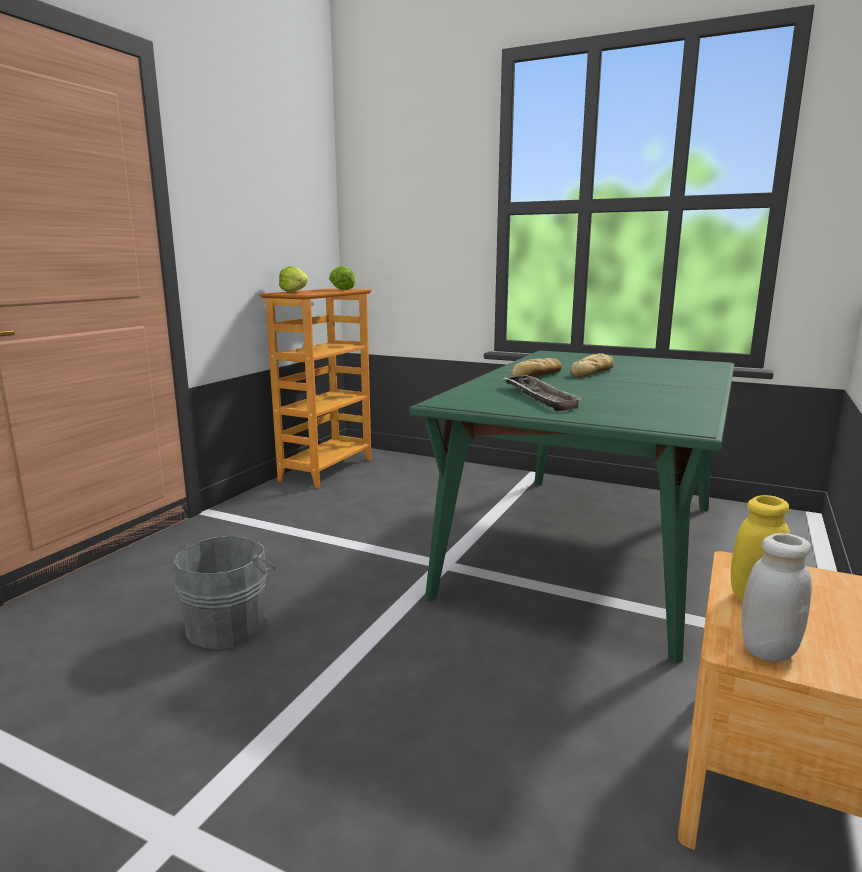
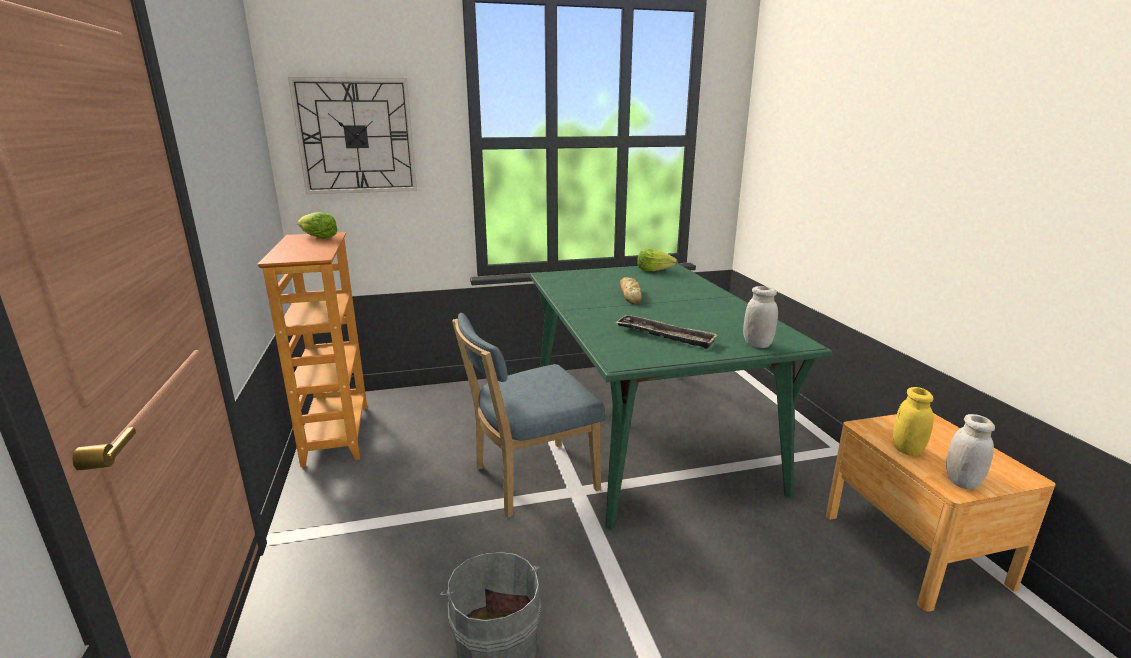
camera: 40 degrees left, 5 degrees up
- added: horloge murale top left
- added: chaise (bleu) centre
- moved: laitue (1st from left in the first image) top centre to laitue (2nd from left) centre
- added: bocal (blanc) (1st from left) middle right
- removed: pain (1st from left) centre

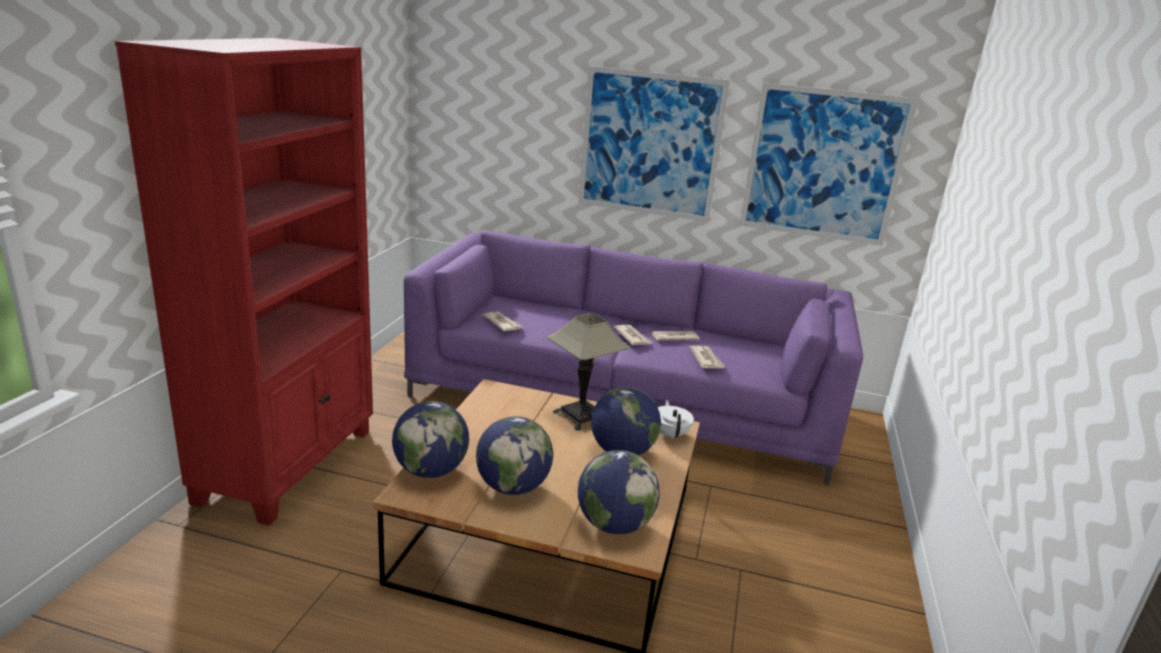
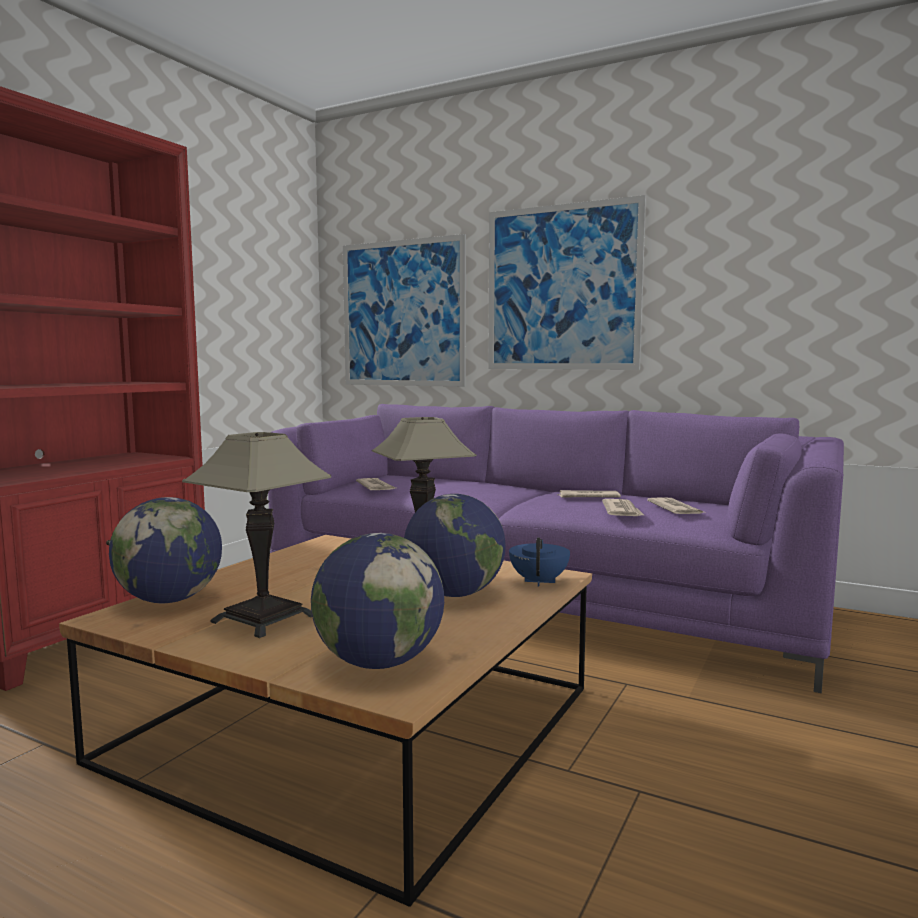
camera: 15 degrees right, 15 degrees down
- replaced: globe (2nd from left) bottom centre to lampe de table (1st from left) middle left
- moved: tableau (2nd from left in the first image) top right to tableau (1st from left) centre
- recoloured: théière (blanc) centre to théière (bleu) centre
- moved: journal (2nd from left in the first image) centre to journal (4th from left) middle right

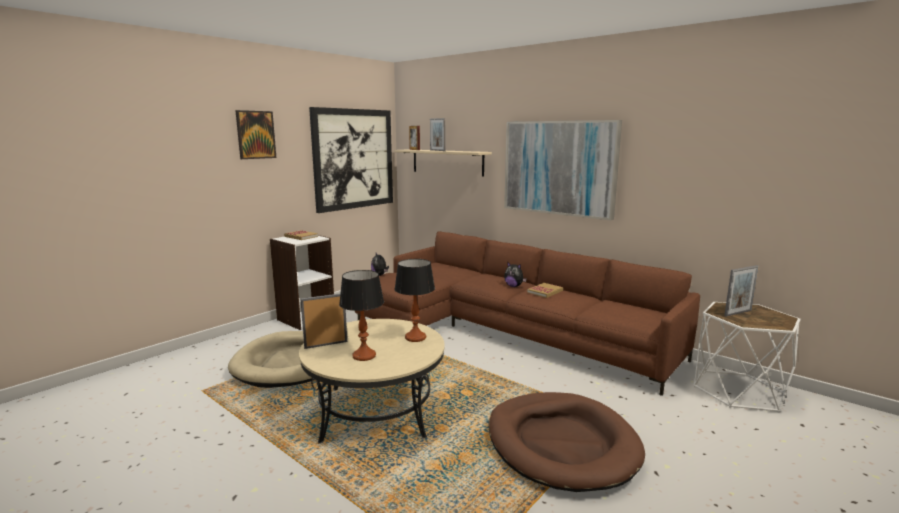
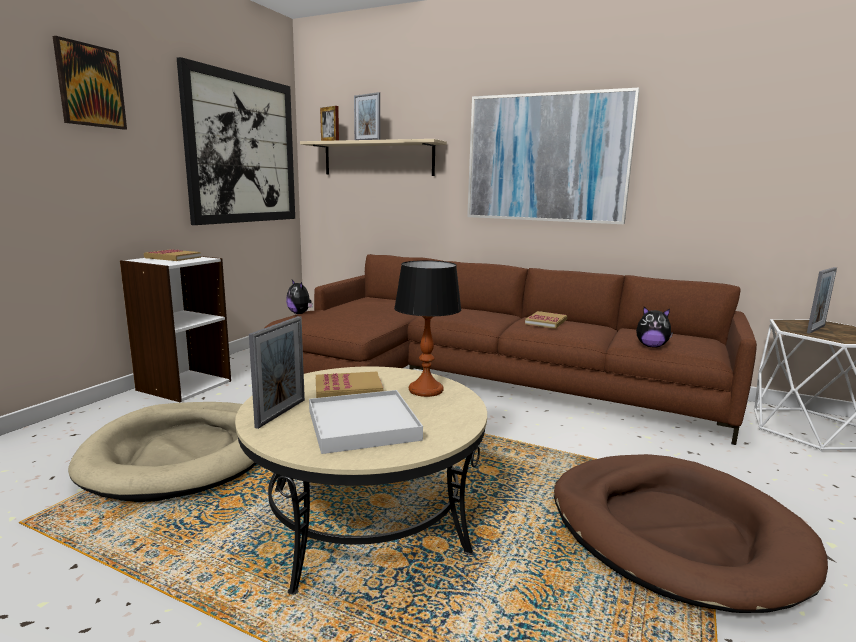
camera: 15 degrees left, 0 degrees up
- turned: cadre photo (1st from left) centre = middle left 150 degrees clockwise
- replaced: lampe de table (1st from left) centre to plateau (blanc) centre
- added: livre (2nd from left) centre
- moved: peluche (2nd from left) centre to middle right

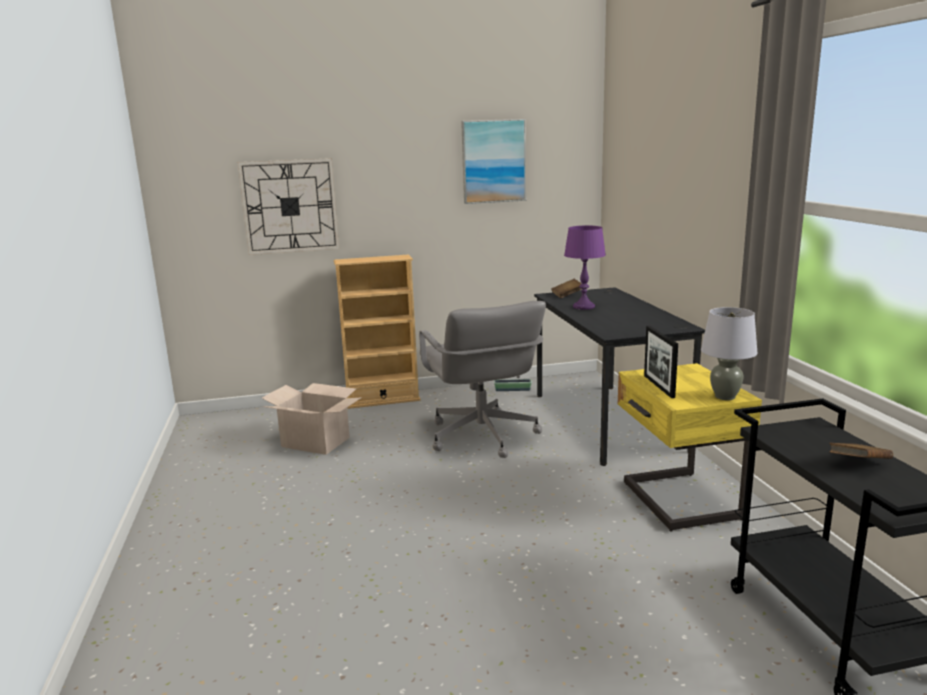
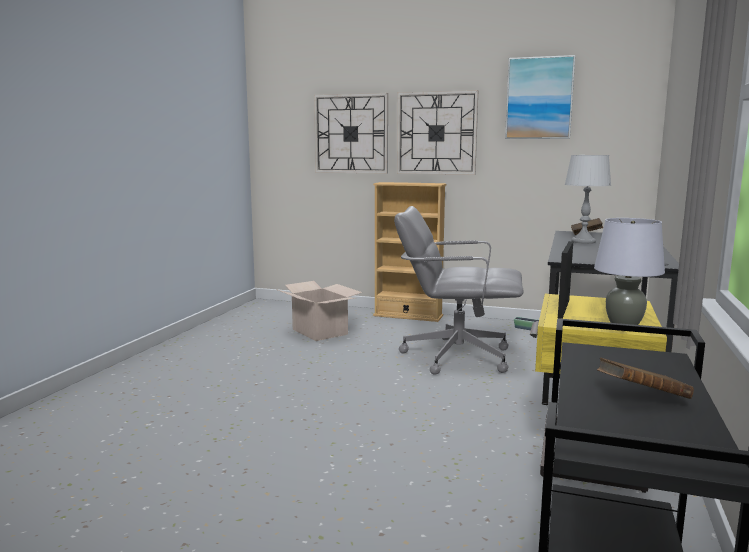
camera: 30 degrees right, 5 degrees down
- turned: chaise de bureau (gris) centre = centre 90 degrees clockwise
- added: horloge murale (2nd from left) top centre
- recoloured: lampe de table (violet) centre to lampe de table (gris) (1st from left) middle right

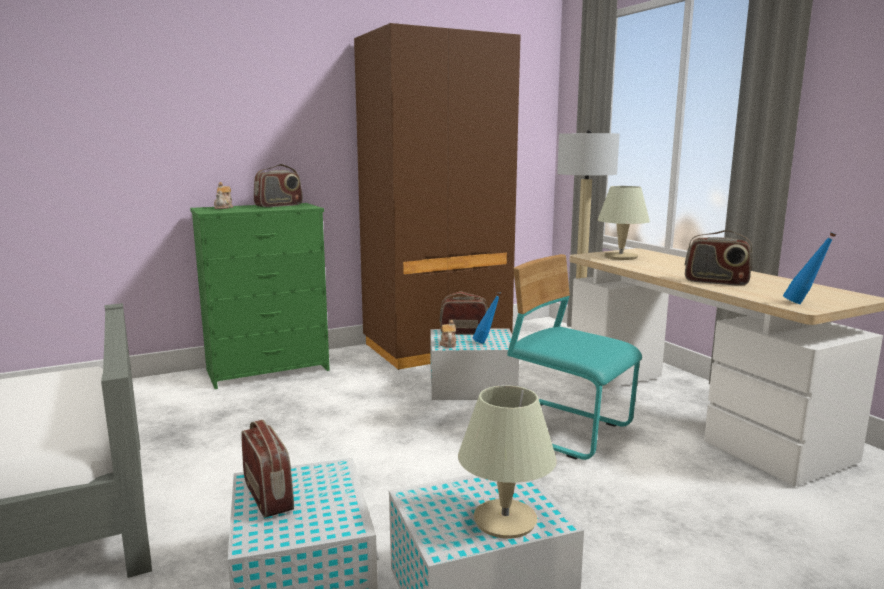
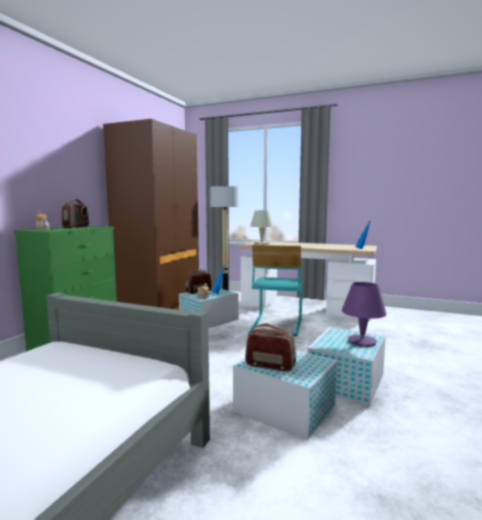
camera: 40 degrees left, 5 degrees down
- turned: chaise (turquoise) centre = centre 75 degrees counterclockwise
- recoloured: lampe de table (beige) (1st from left) bottom centre to lampe de table (violet) middle right
- removed: radio (4th from left) middle right

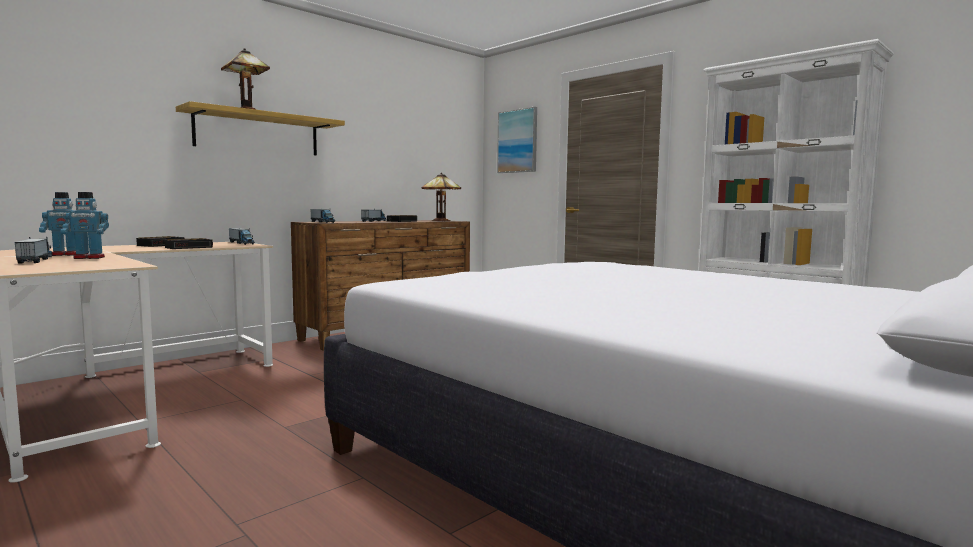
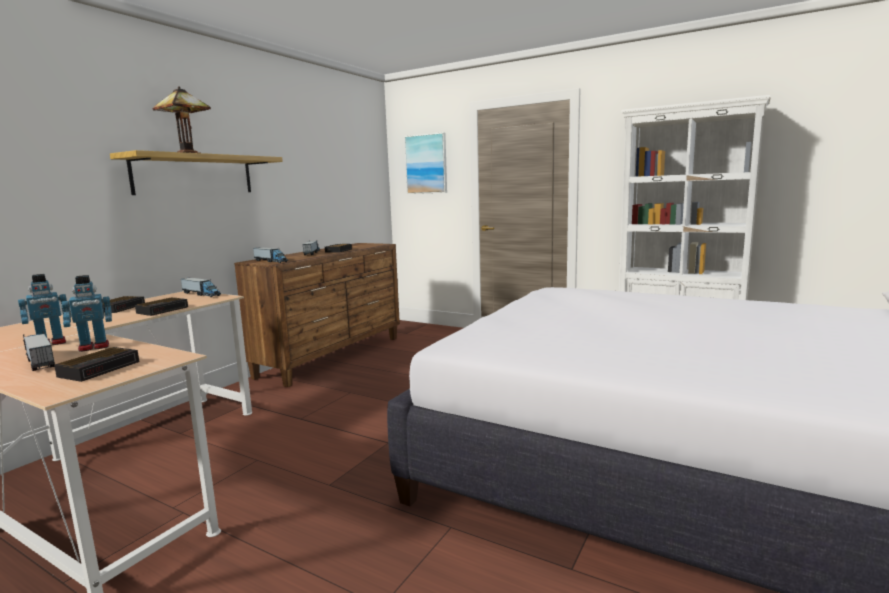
camera: 15 degrees left, 5 degrees up
- added: réveil (1st from left) middle left
- removed: lampe de table (2nd from left) centre

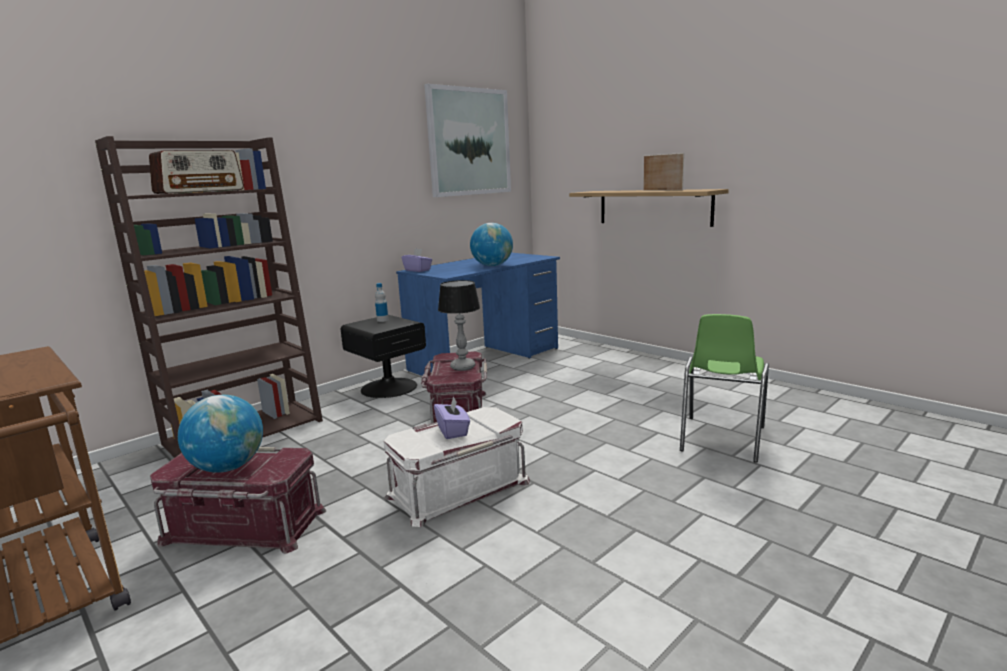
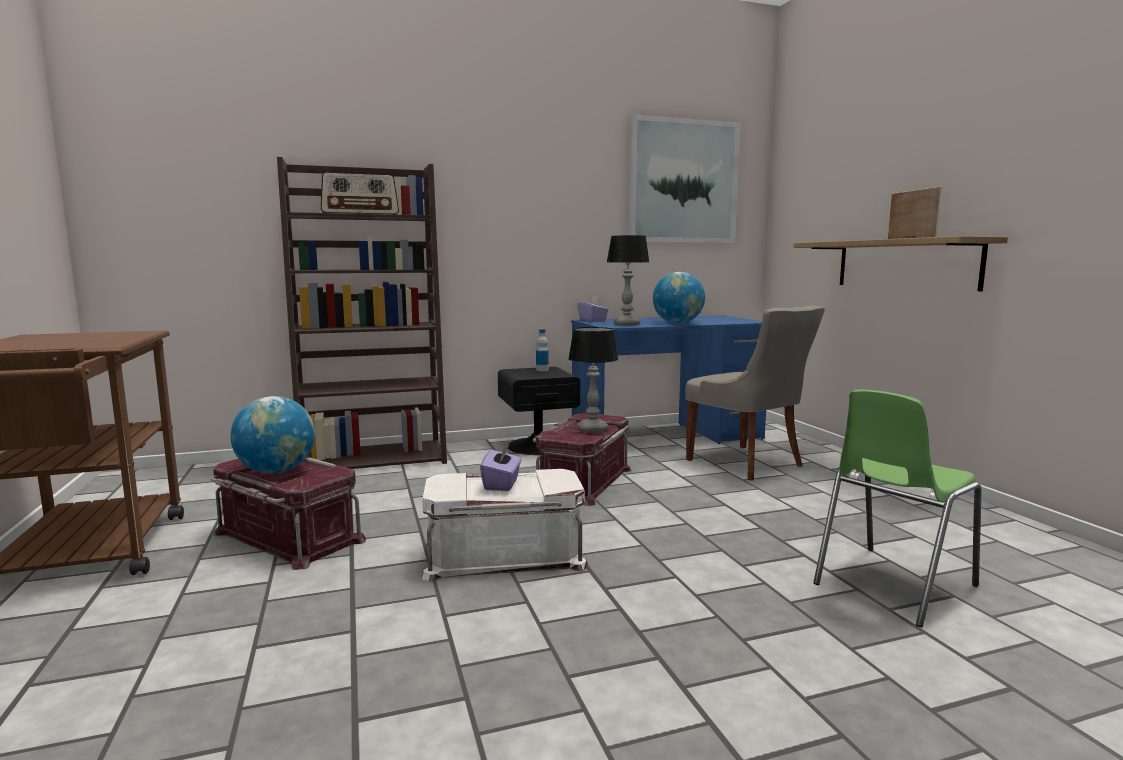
camera: 25 degrees right, 5 degrees down
- added: lampe de table (2nd from left) centre
- added: chaise (gris) middle right

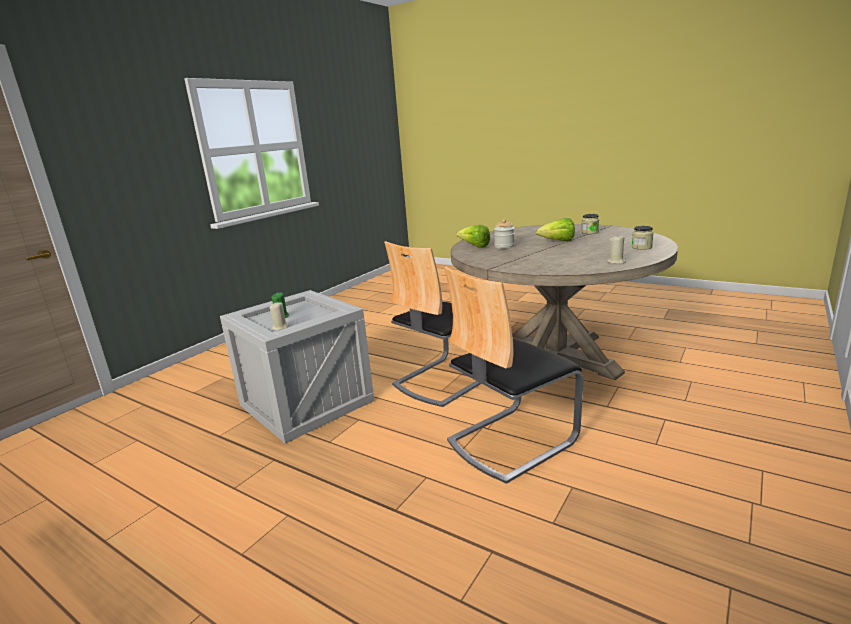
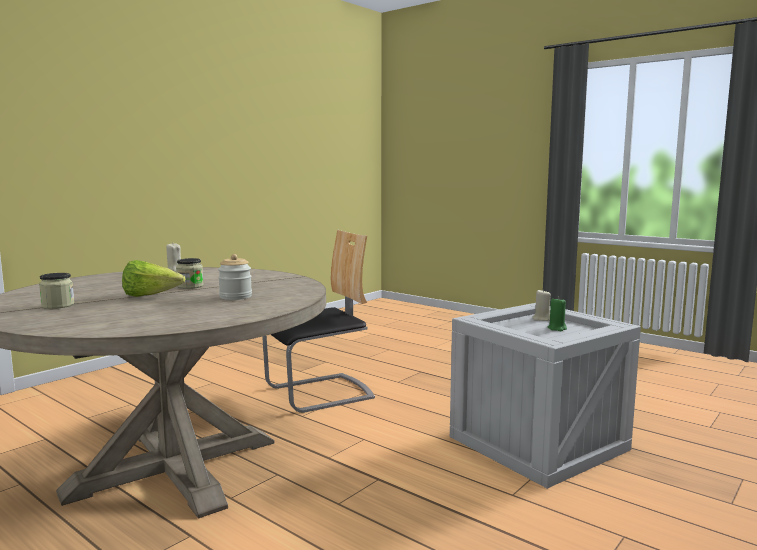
camera: 175 degrees left, 10 degrees down
- moved: bocal (3rd from left in the first image) middle right to bocal (2nd from left) middle left
- removed: chaise (1st from left) centre
- removed: laitue (1st from left) centre

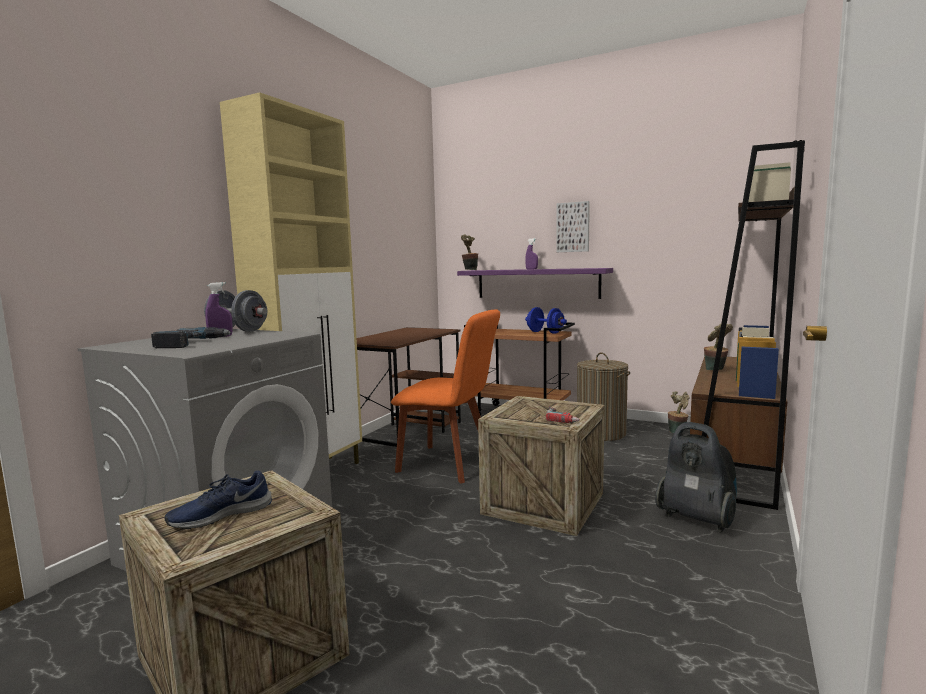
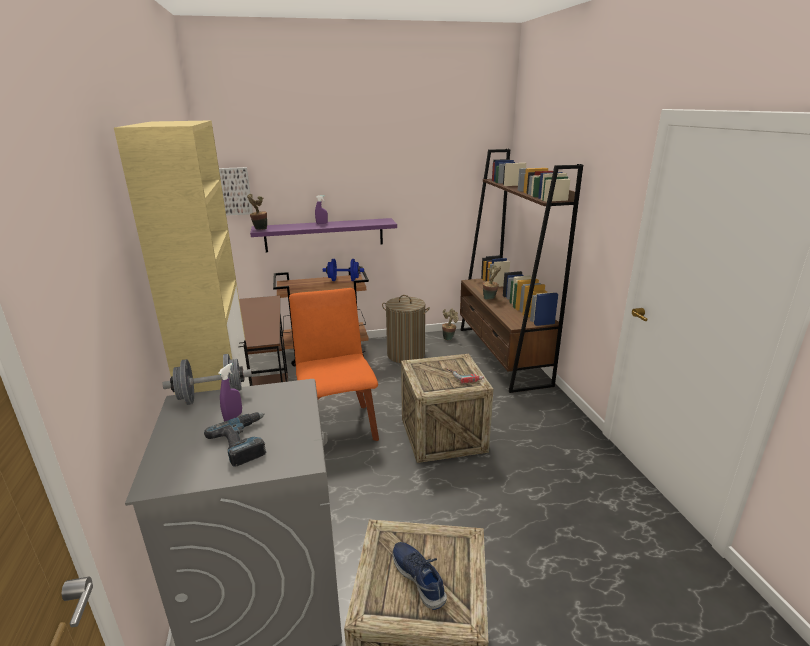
camera: 40 degrees left, 15 degrees up
- moved: tableau top centre to top left
- turned: chaise (orange) centre = centre 90 degrees counterclockwise
- turned: chaussure (bleu) bottom left = bottom centre 135 degrees clockwise
- removed: aspirateur bottom right

